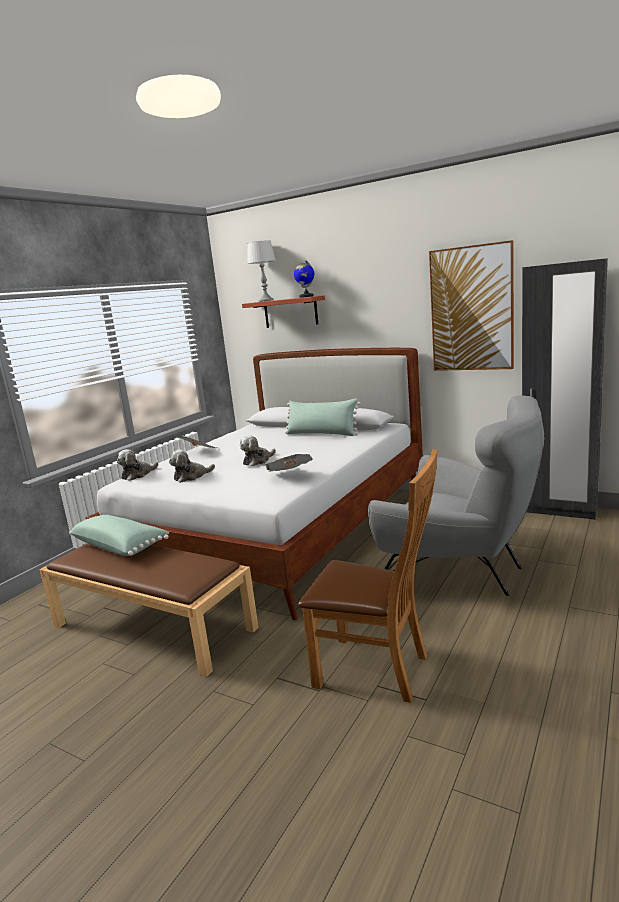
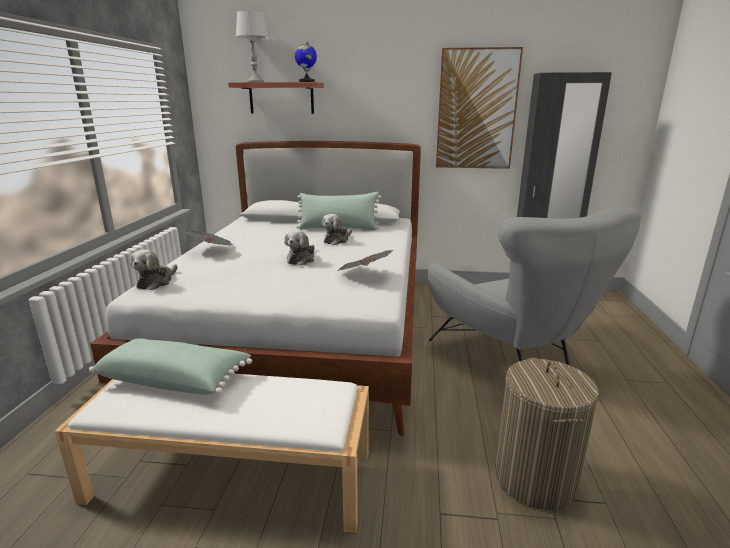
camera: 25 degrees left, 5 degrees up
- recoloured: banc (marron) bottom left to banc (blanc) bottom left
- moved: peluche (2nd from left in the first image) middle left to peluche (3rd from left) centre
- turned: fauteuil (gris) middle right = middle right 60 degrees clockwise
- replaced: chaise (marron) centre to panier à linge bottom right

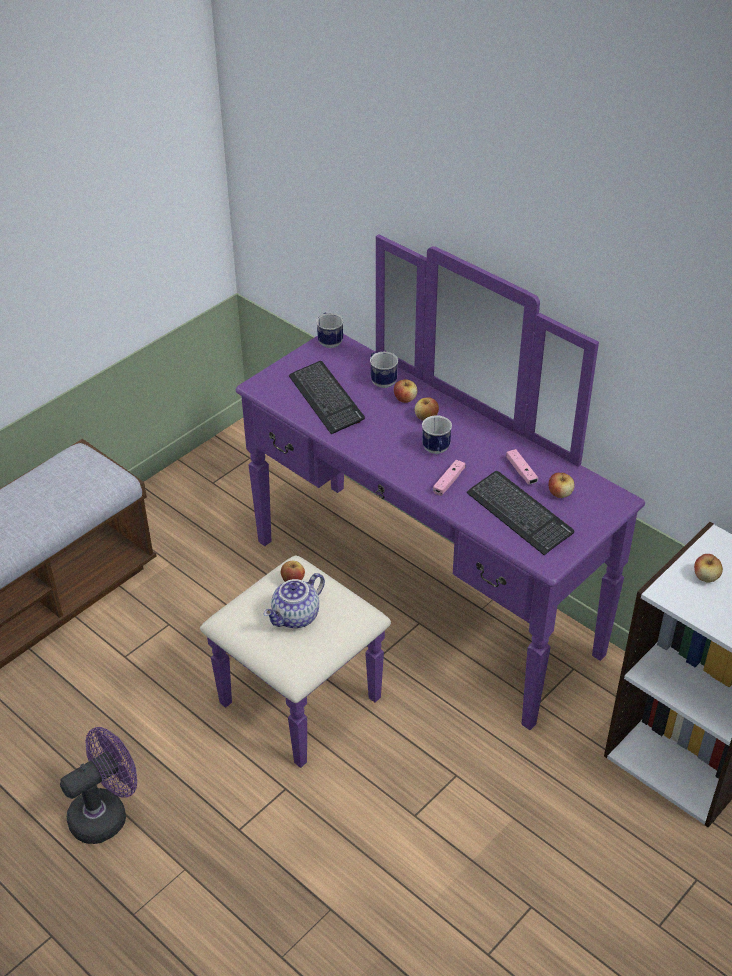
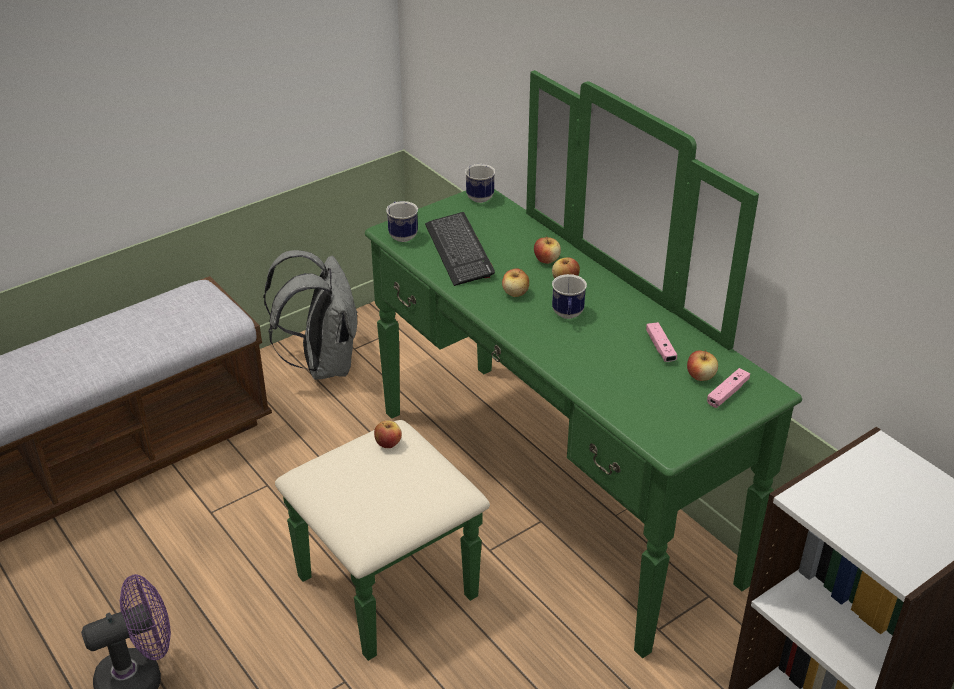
camera: 10 degrees right, 5 degrees down
- added: sac à dos (gris) middle left
- recoloured: commode (violet) centre to commode (vert) centre
- moved: mug (2nd from left in the first image) centre to mug (1st from left) top centre
- moved: pomme (5th from left in the first image) middle right to pomme (2nd from left) centre
- moved: manette (rose) (1st from left in the first image) centre to manette (rose) (2nd from left) middle right
- removed: théière centre
- removed: clavier (2nd from left) middle right

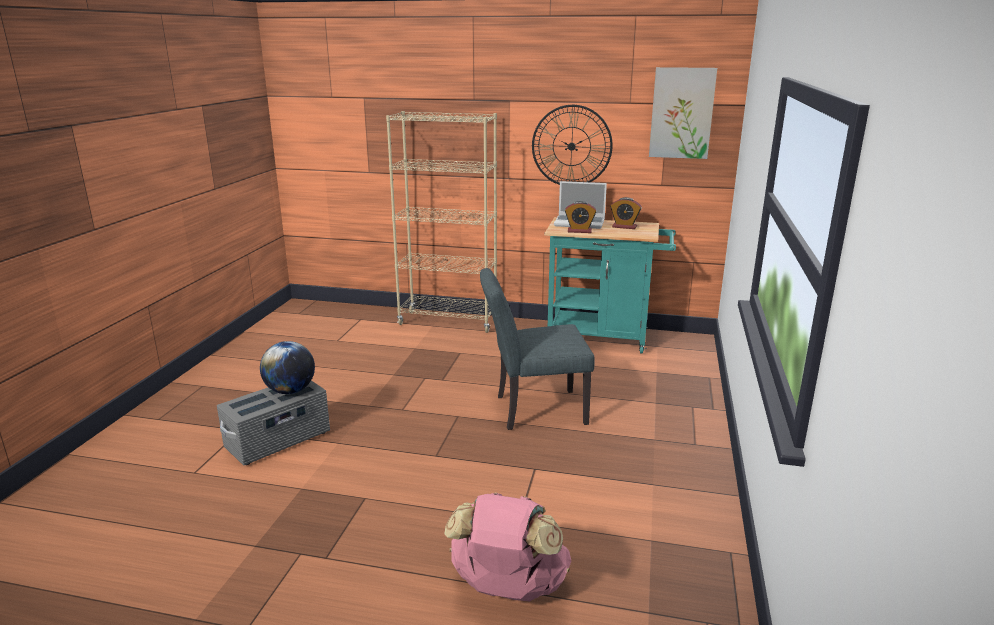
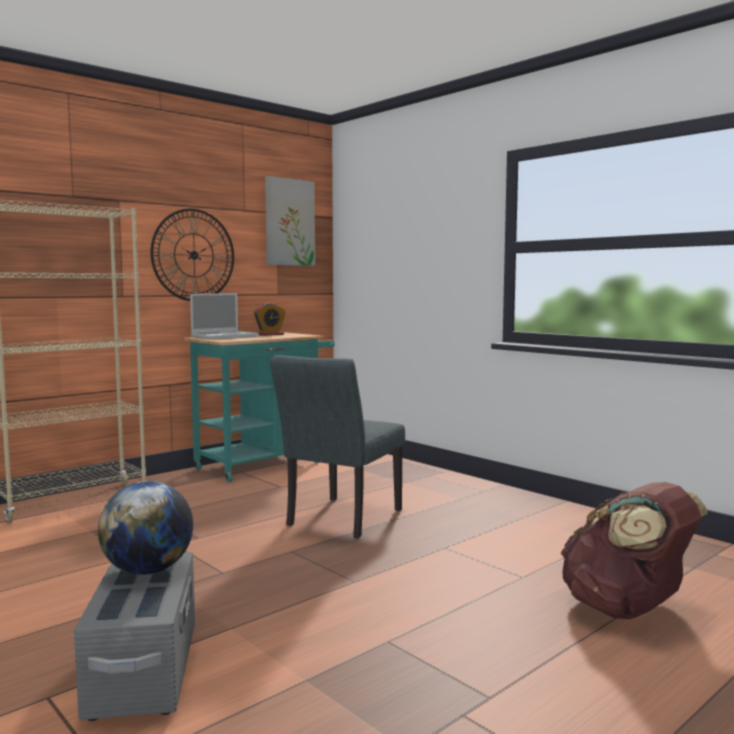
camera: 55 degrees left, 15 degrees down
- recoloured: sac à dos (rose) bottom centre to sac à dos (marron) bottom right
- removed: réveil (1st from left) centre

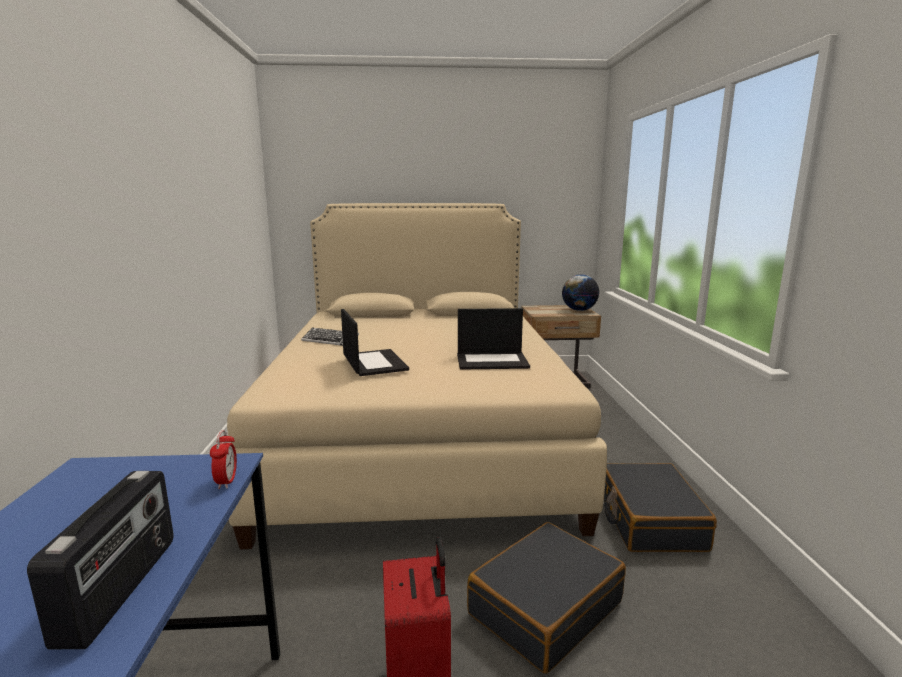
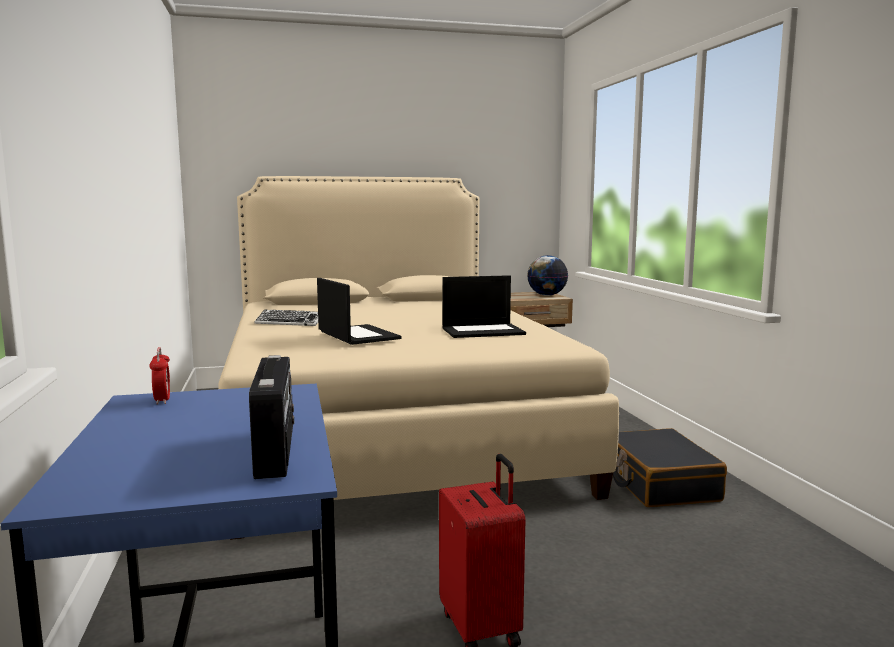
camera: 10 degrees left, 5 degrees down
- moved: réveil bottom left to middle left
- removed: valise (noir) (1st from left) bottom centre

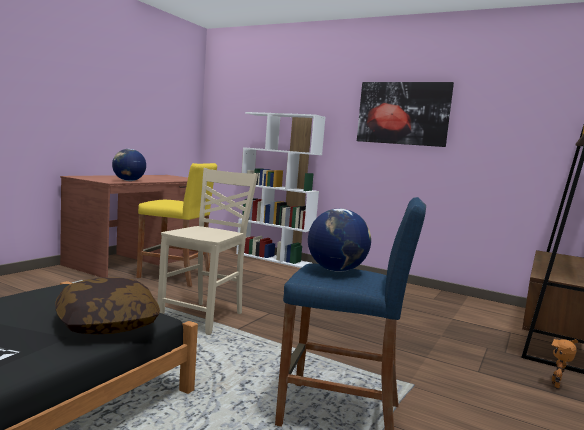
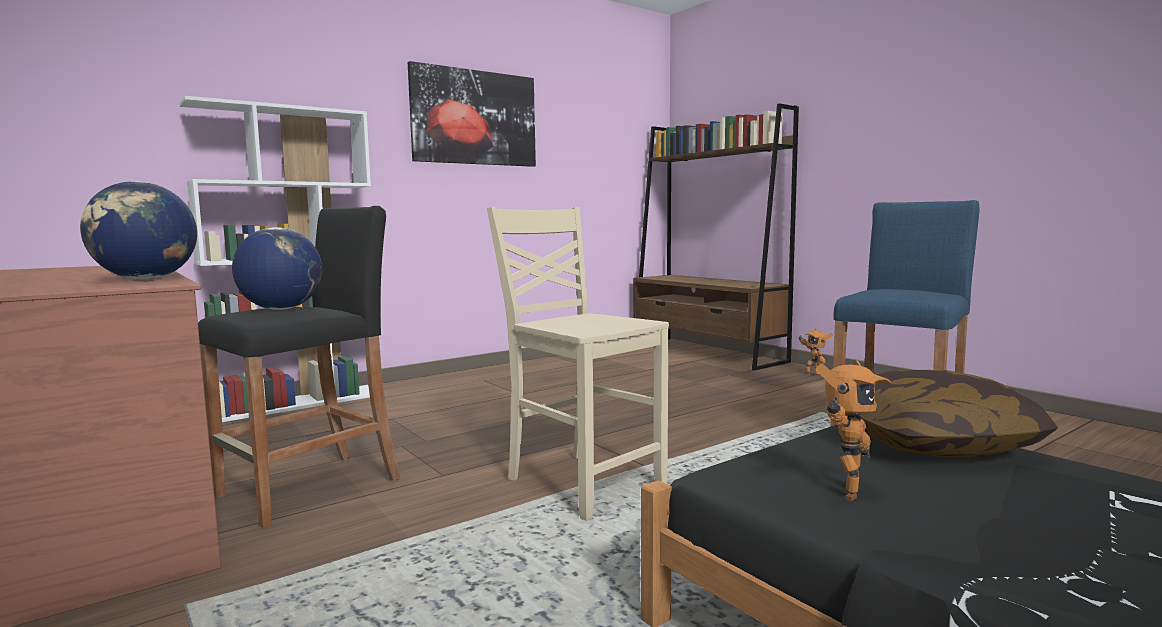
camera: 65 degrees left, 0 degrees up
- recoloured: tabouret (jaune) middle left to tabouret (noir) middle left
- moved: globe (2nd from left) centre to middle left
- added: robot jouet (2nd from left) bottom right

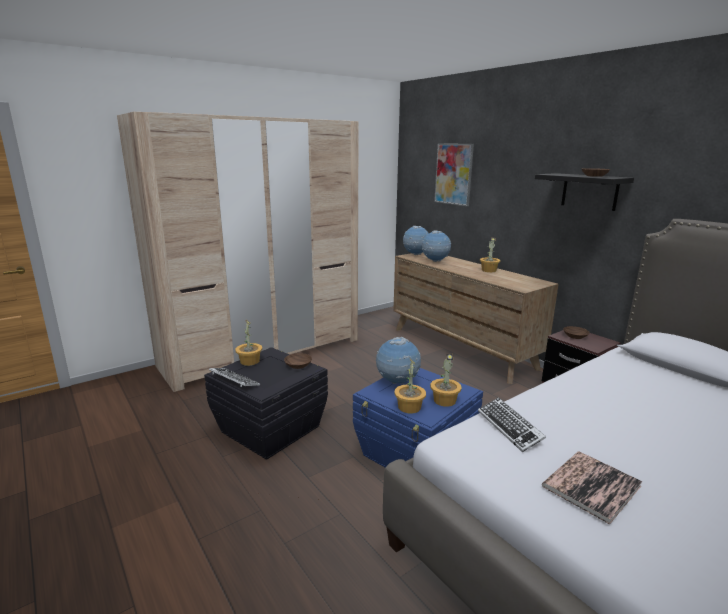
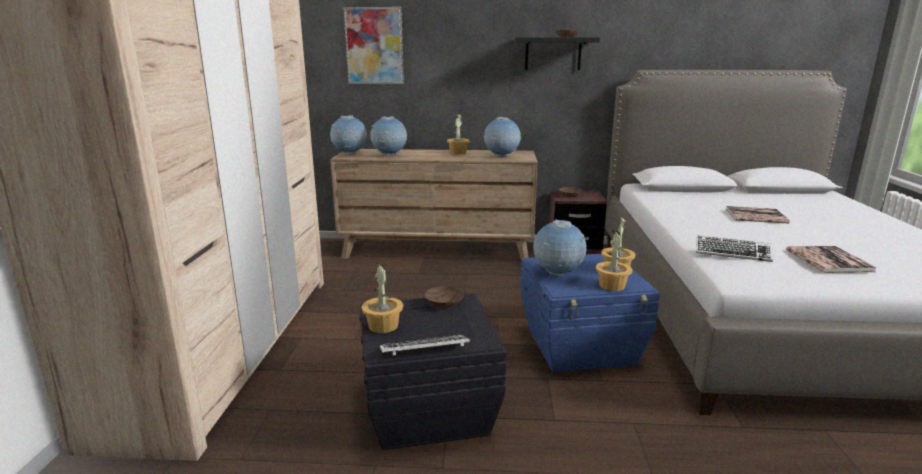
camera: 50 degrees left, 0 degrees up
- added: globe (3rd from left) top centre
- added: livre (1st from left) middle right

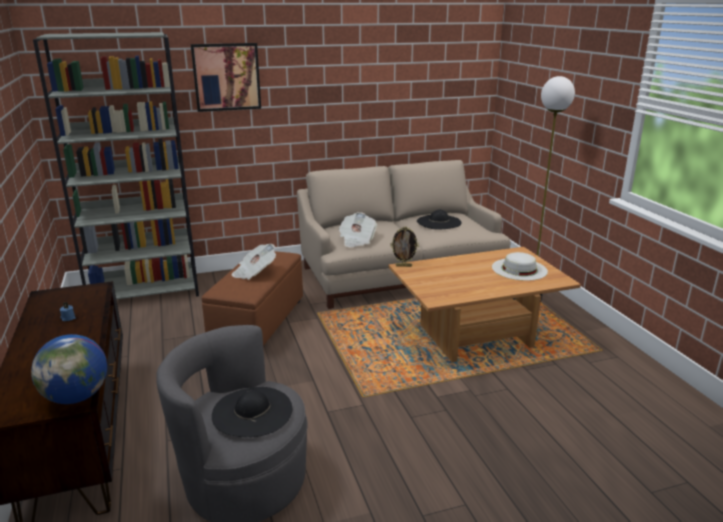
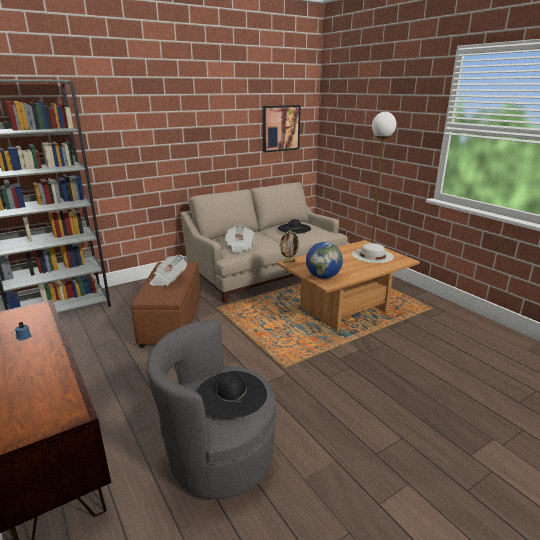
camera: 15 degrees left, 0 degrees up
- moved: tableau top left to top centre
- moved: globe bottom left to centre

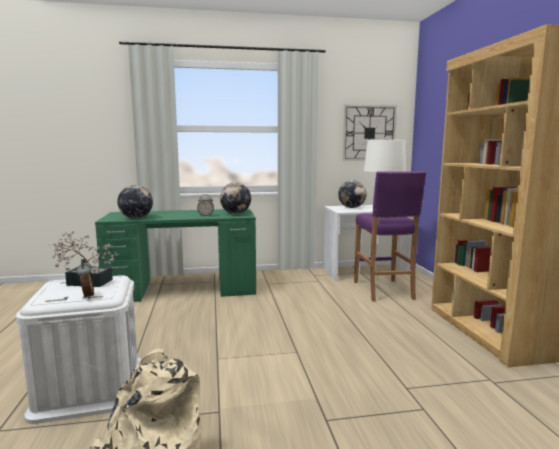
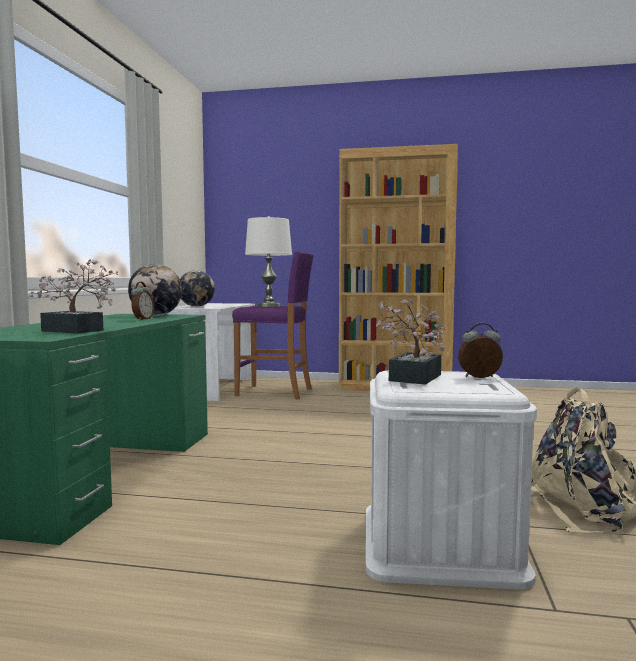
camera: 70 degrees left, 5 degrees down
- replaced: globe (1st from left) middle left to plante en pot (1st from left) middle left
- removed: horloge murale top centre

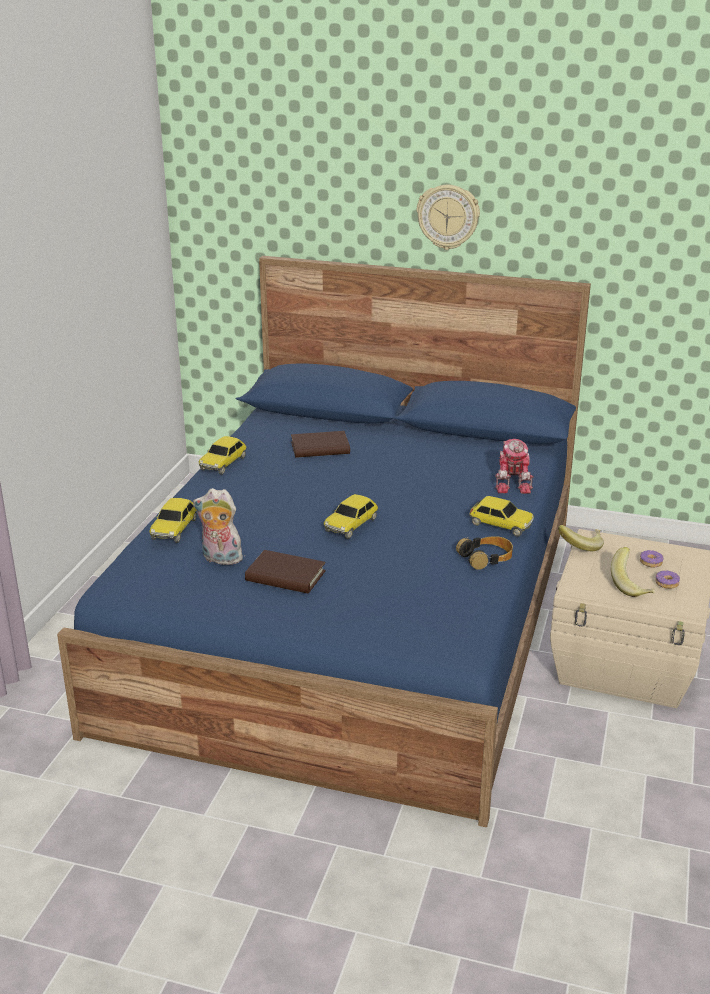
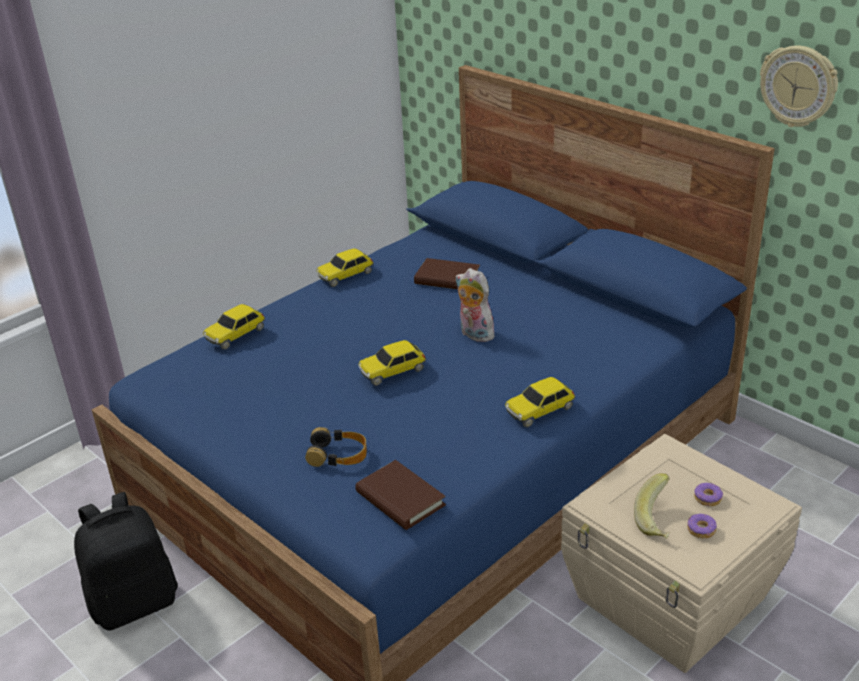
camera: 30 degrees right, 5 degrees up
- added: sac à dos (noir) bottom left
- moved: casque audio middle right to centre
- moved: livre (marron) (1st from left) centre to bottom centre
- moved: peluche middle left to centre
- turned: petite voiture (4th from left) middle right = centre 90 degrees clockwise
- moved: horloge murale top centre to top right
- removed: robot jouet middle right
- removed: banane (1st from left) middle right

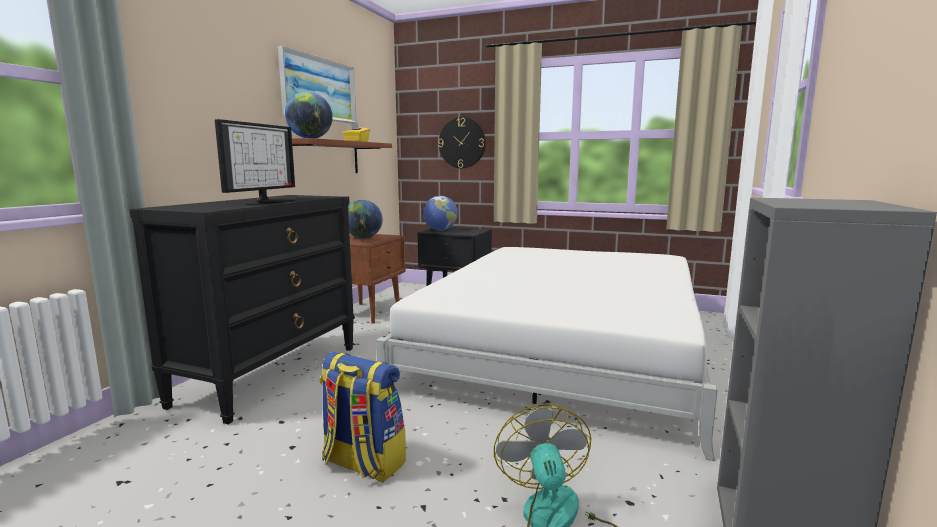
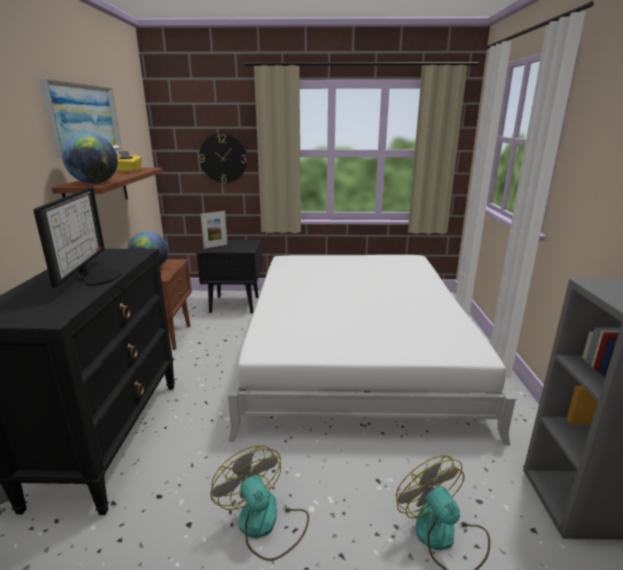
camera: 20 degrees left, 10 degrees up
- replaced: globe (3rd from left) centre to cadre photo centre
- replaced: sac à dos bottom centre to ventilateur (1st from left) bottom centre

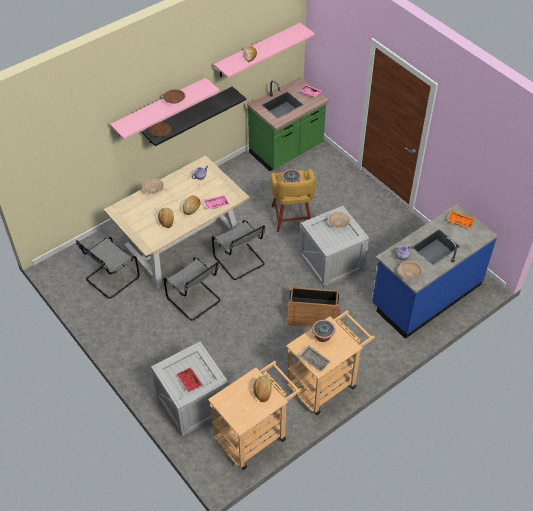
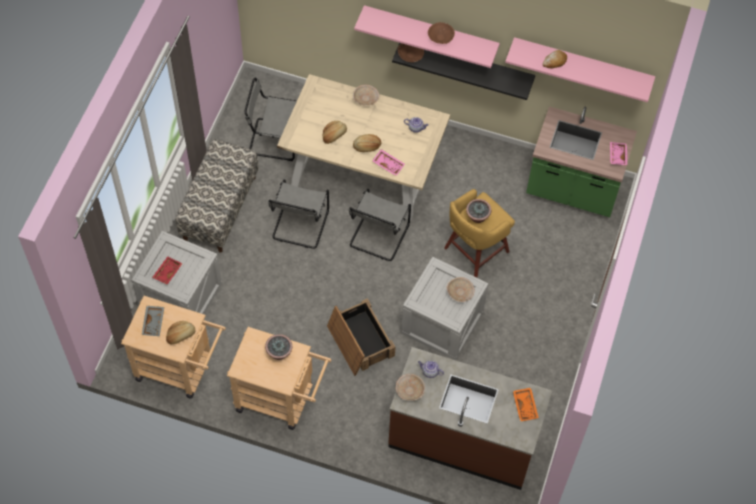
camera: 55 degrees right, 10 degrees up
- moved: plateau (gris) bottom centre to middle left
- added: banc middle left
- recoloured: comptoir de cuisine (bleu) middle right to comptoir de cuisine (marron) bottom centre

